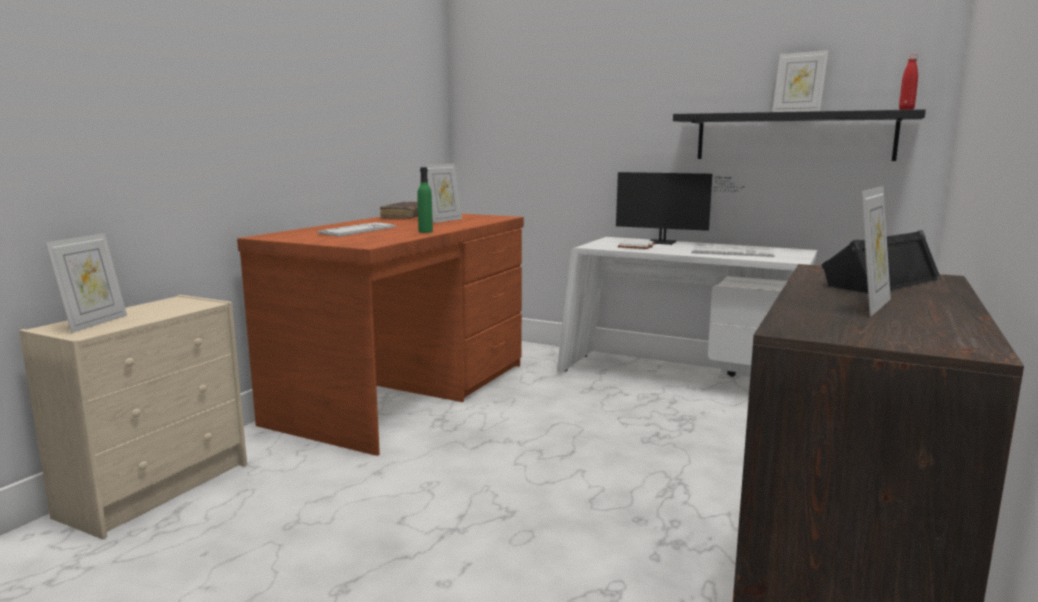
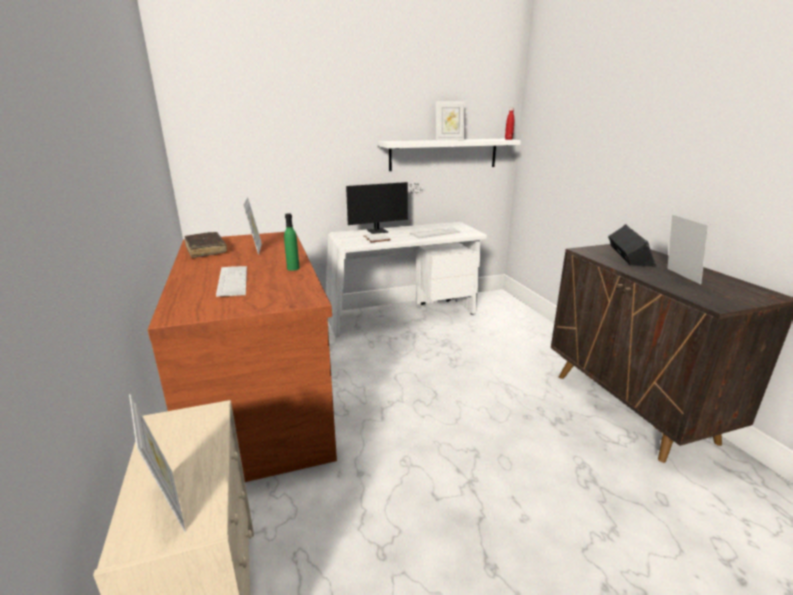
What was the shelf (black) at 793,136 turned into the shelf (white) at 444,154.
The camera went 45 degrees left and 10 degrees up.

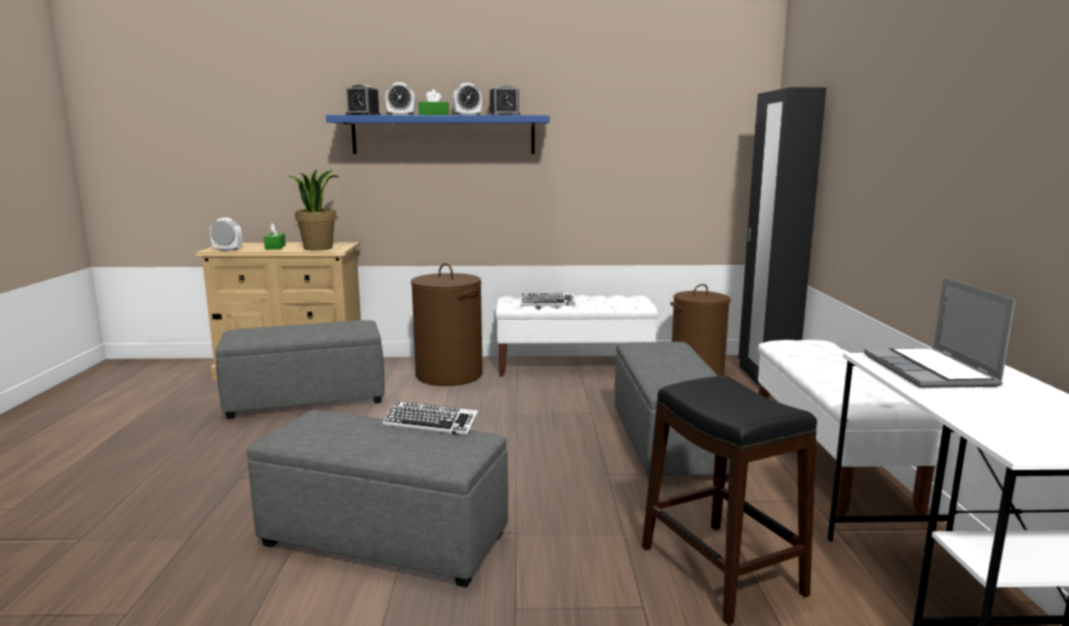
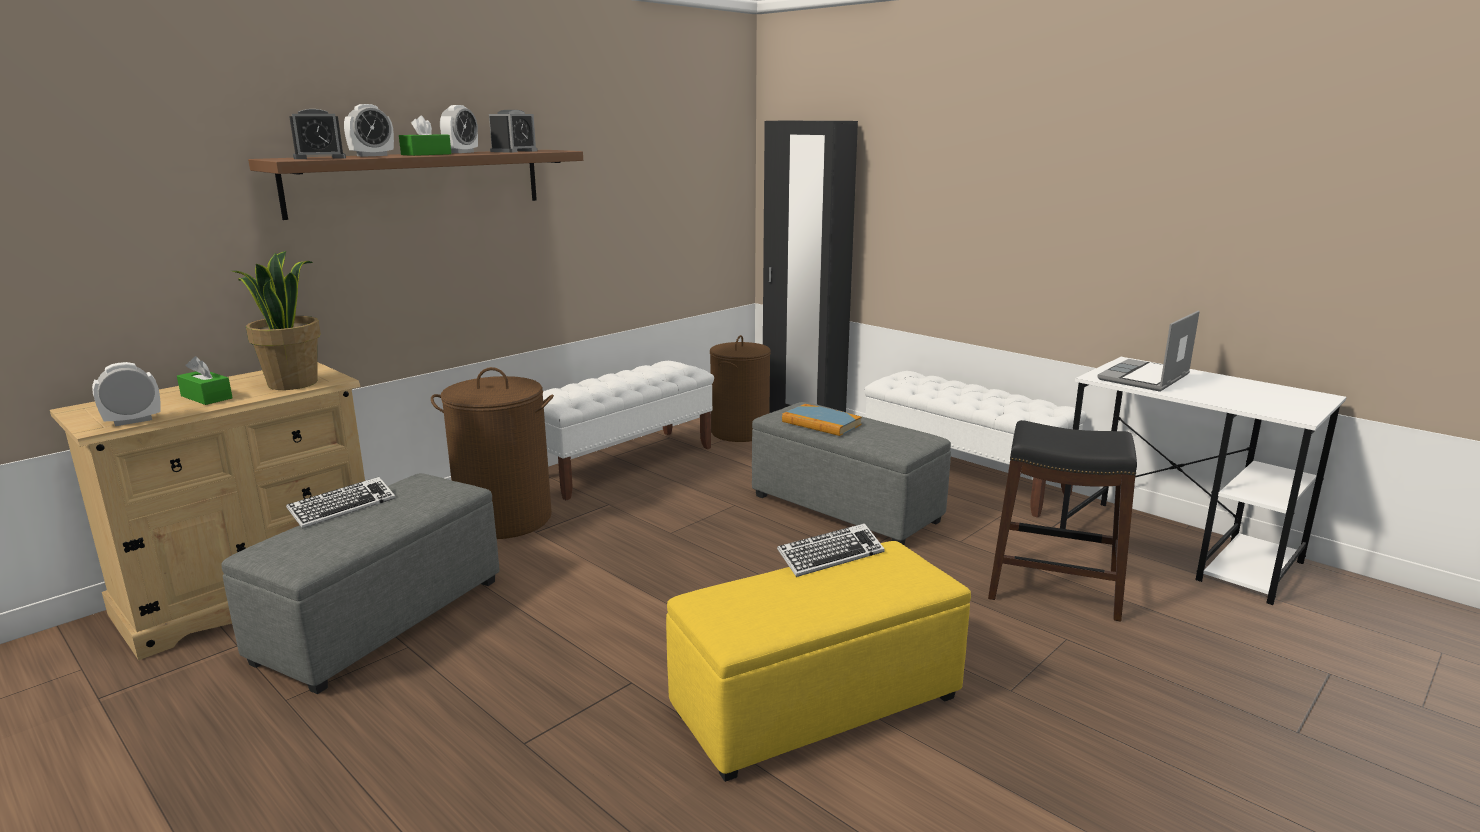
The second view gained the book at 821,423.
The keyboard ended up elsewhere, having gone from 548,303 to 343,508.
What was the ottoman (grey) at 386,540 turned into the ottoman (yellow) at 818,704.
What was the shelf (blue) at 443,135 turned into the shelf (brown) at 419,181.
The laptop at 931,371 ended up facing another way, 90 degrees clockwise from before.
The camera went 45 degrees left and 5 degrees up.

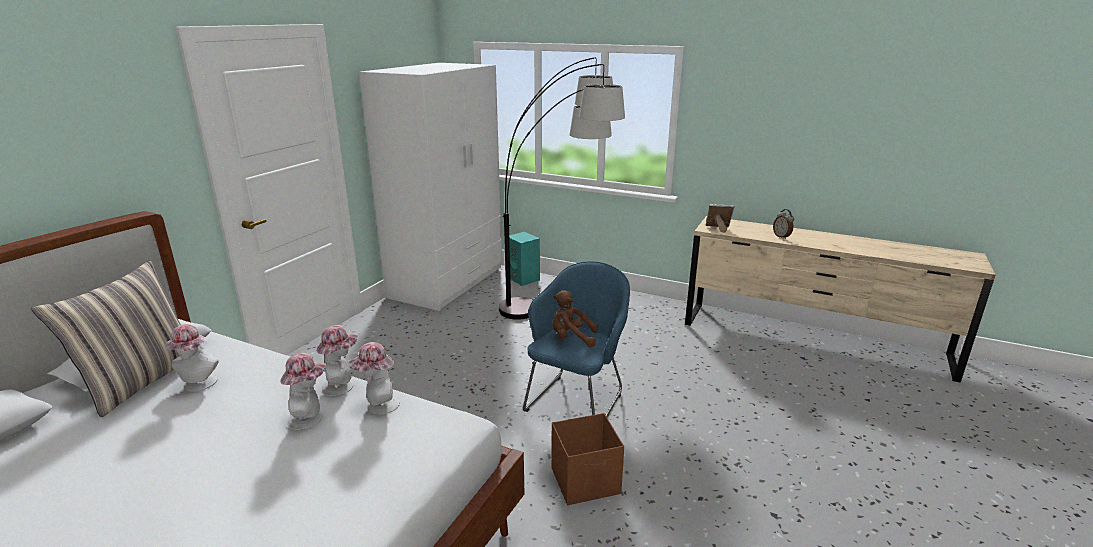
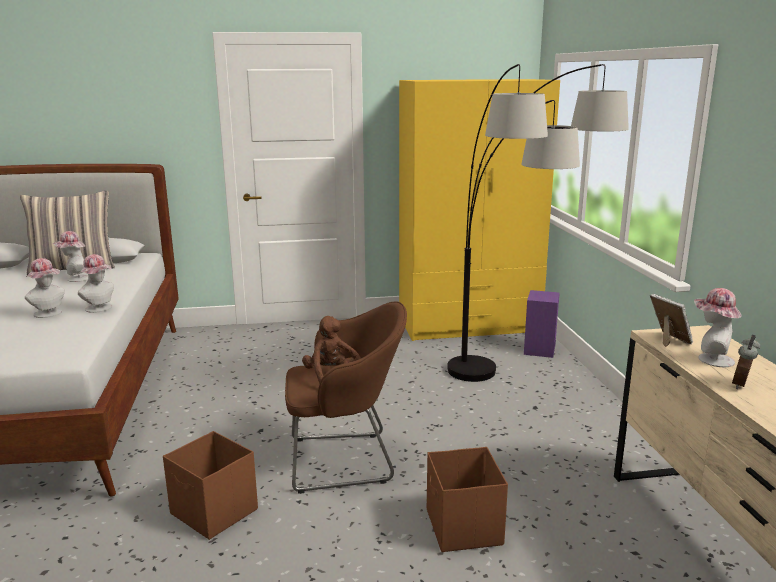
The second view gained the storage box (brown) at 463,528.
The hat ended up elsewhere, having gone from 379,406 to 711,359.
What was the wardrobe (white) at 448,282 turned into the wardrobe (yellow) at 468,324.
What was the speaker (turquoise) at 524,279 turned into the speaker (purple) at 540,350.
What was the armchair (blue) at 577,400 turned into the armchair (brown) at 346,460.
The camera went 55 degrees right and 5 degrees down.

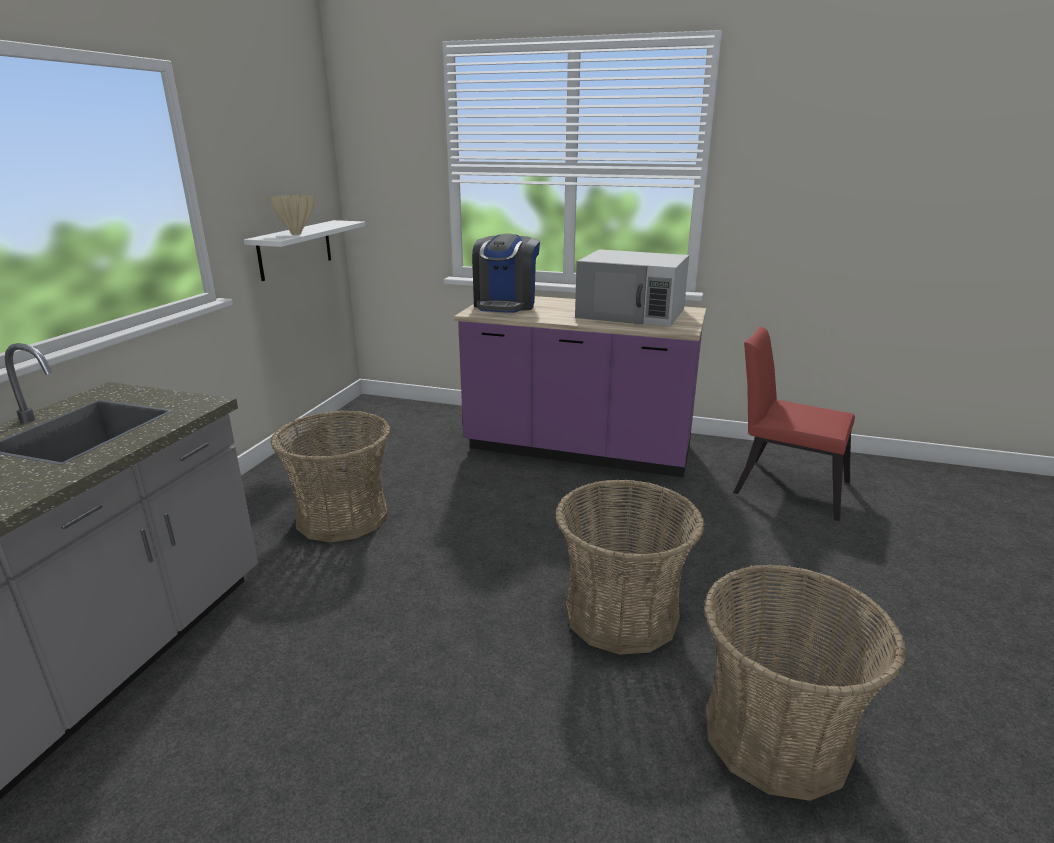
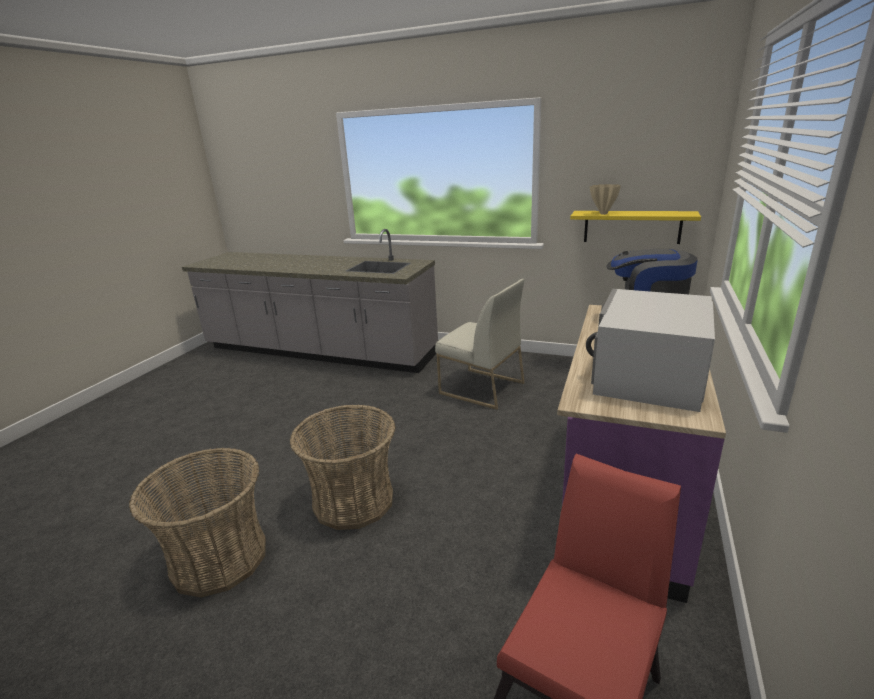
Where the basket stood at 342,516, the chair (white) came to stand at 481,388.
What was the shelf (white) at 295,249 turned into the shelf (yellow) at 632,227.
The camera went 95 degrees right and 0 degrees up.

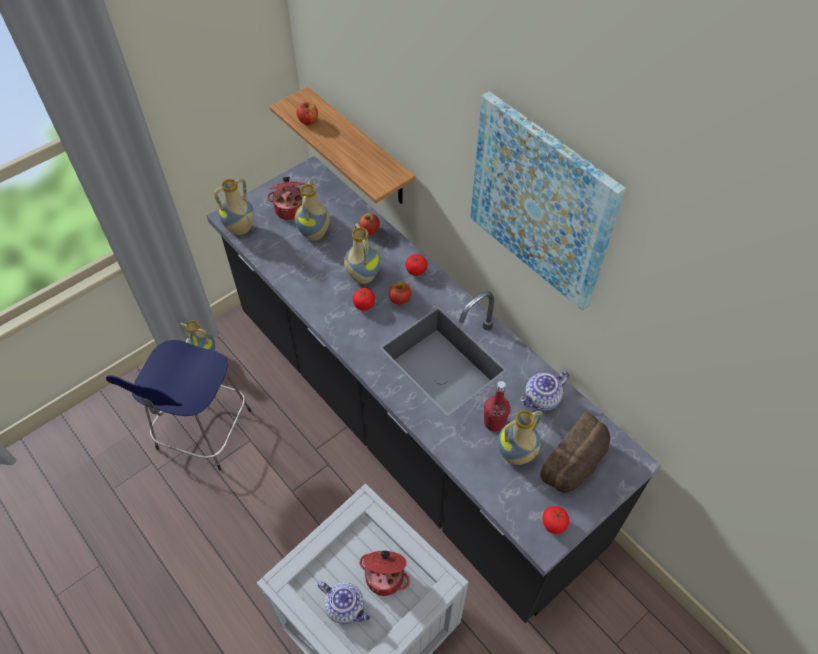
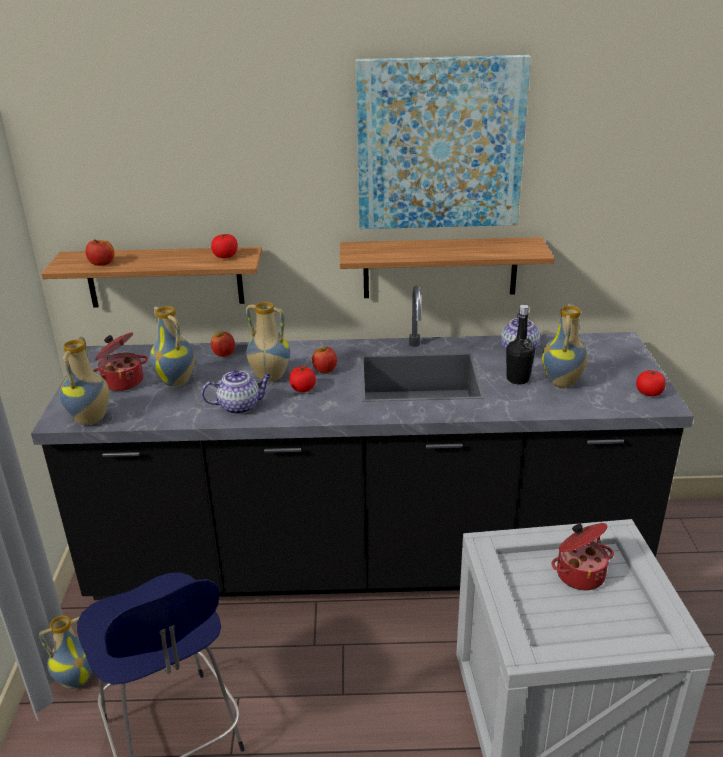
The second view lost the bread at 575,464.
The second view gained the shelf at 440,268.
The teapot ended up elsewhere, having gone from 346,607 to 240,406.
The tomato ended up elsewhere, having gone from 416,270 to 225,256.
What was the bottle (red) at 494,422 turned into the bottle (black) at 517,379.
The camera went 50 degrees left and 25 degrees down.

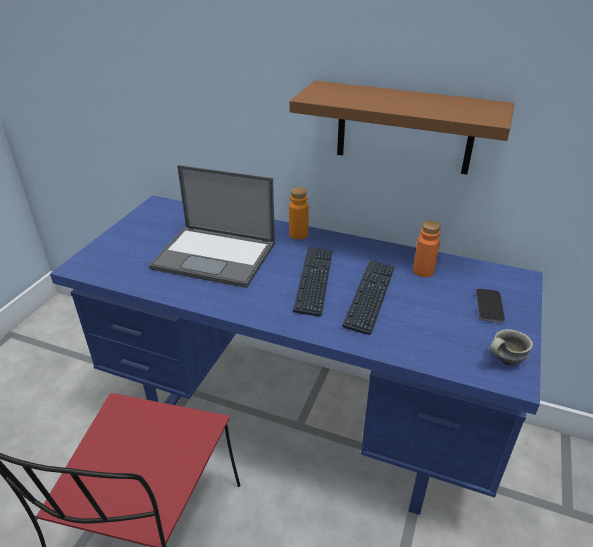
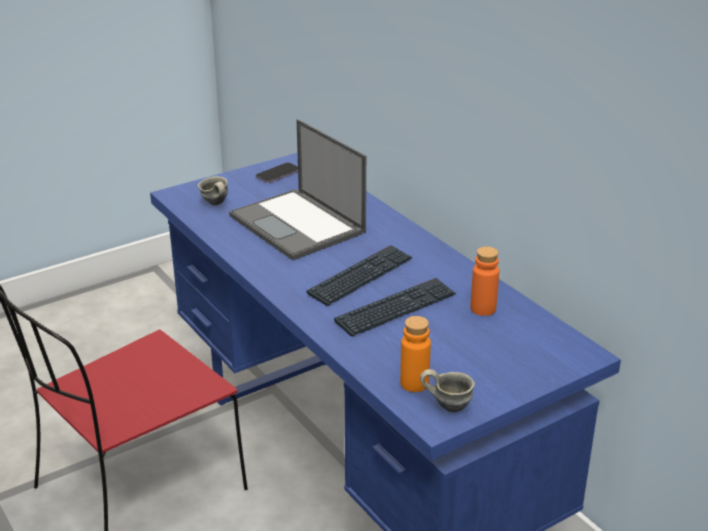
The second view lost the shelf (brown) at 404,128.
The second view gained the mug (grey) at 214,204.
The bottle (orange) ended up elsewhere, having gone from 298,234 to 414,383.
The phone ended up elsewhere, having gone from 489,307 to 278,174.
The camera went 35 degrees right and 5 degrees down.

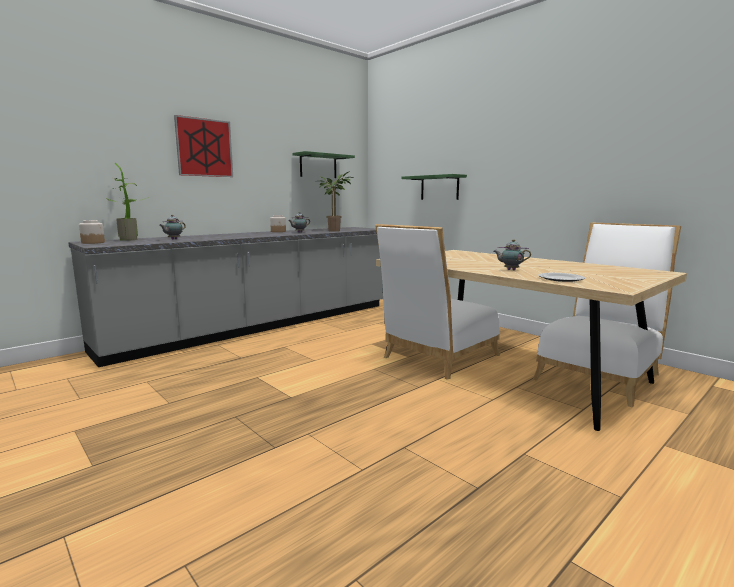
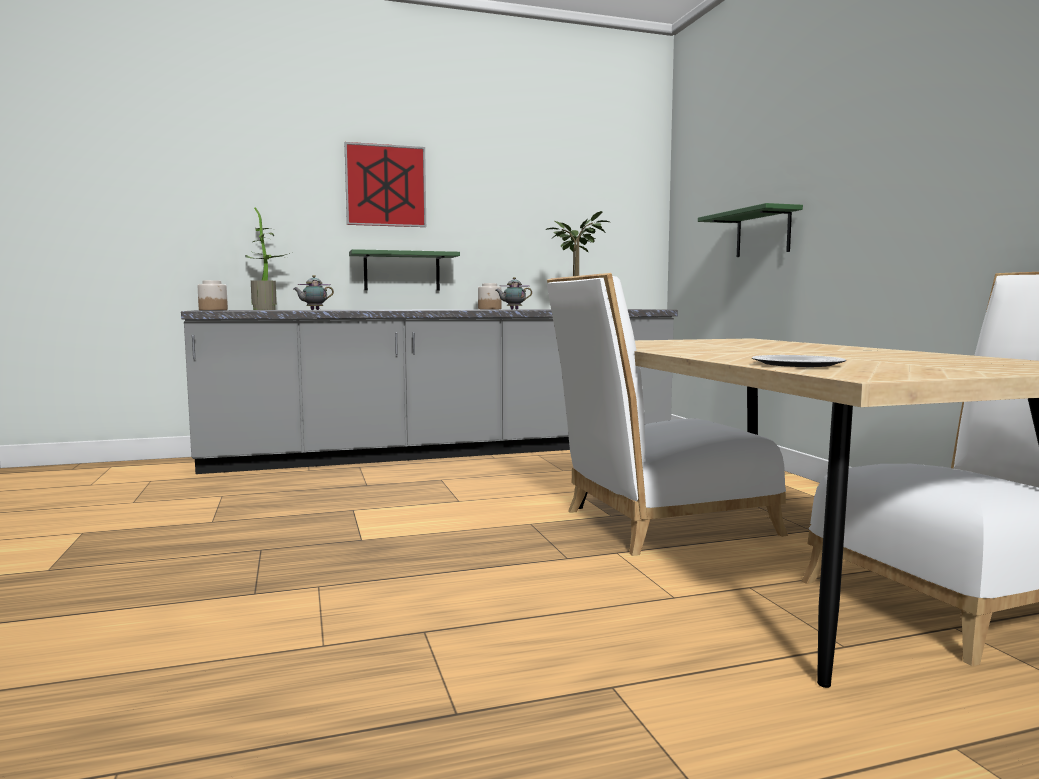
The second view lost the teapot at 510,270.
The shelf (green) ended up elsewhere, having gone from 318,166 to 402,271.
The camera went 25 degrees right and 5 degrees down.

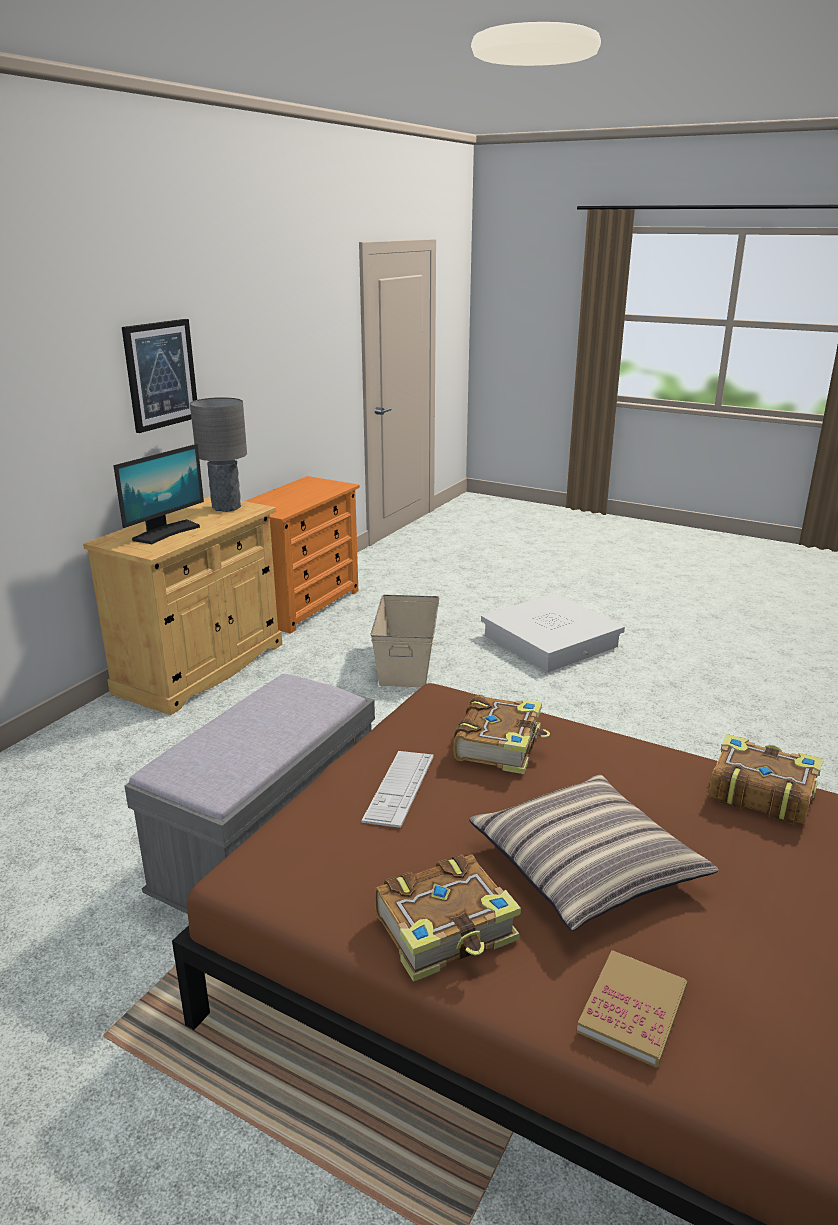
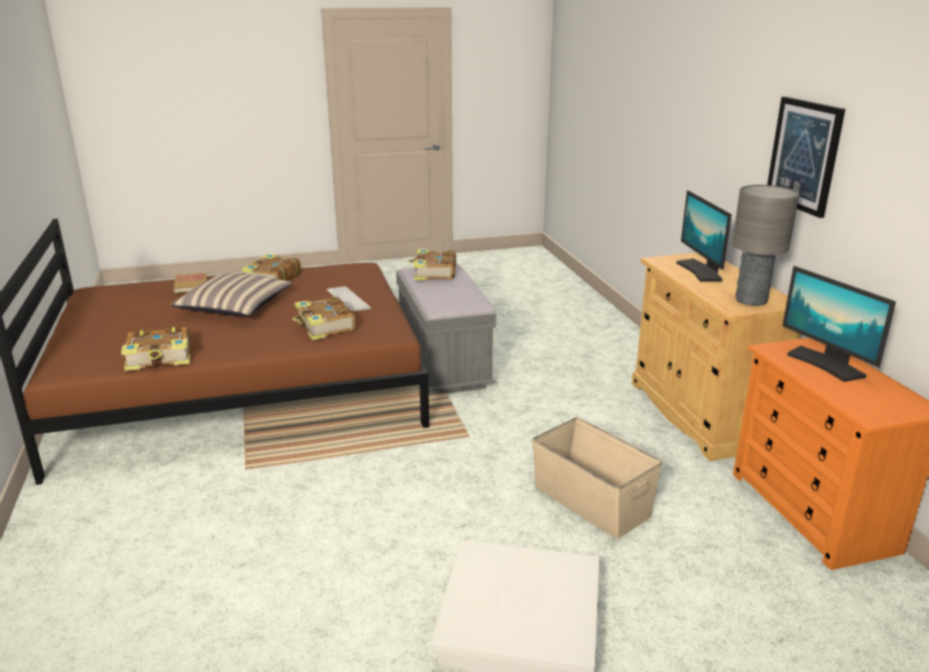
The second view gained the book at 434,273.
The second view gained the monitor at 826,364.
The camera went 135 degrees right and 0 degrees up.

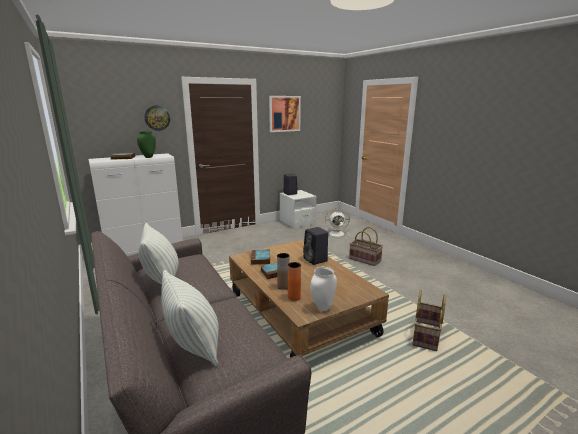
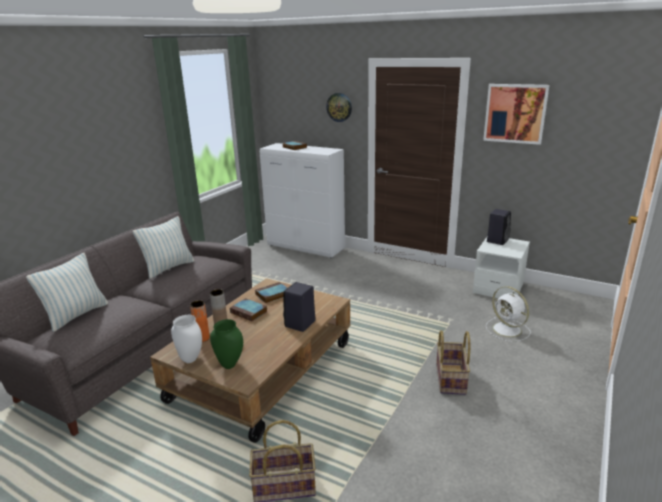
The vase (green) ended up elsewhere, having gone from 148,157 to 230,364.
The camera went 60 degrees right and 5 degrees up.

